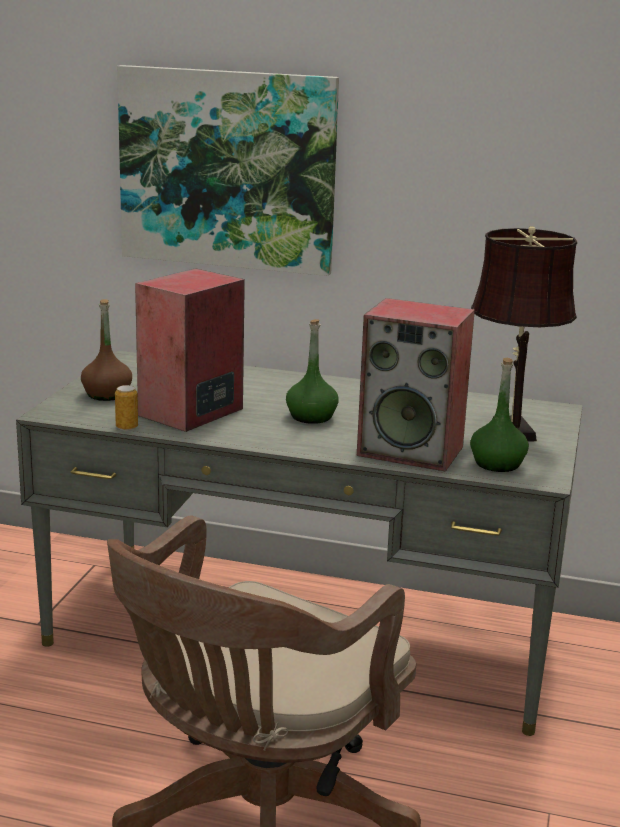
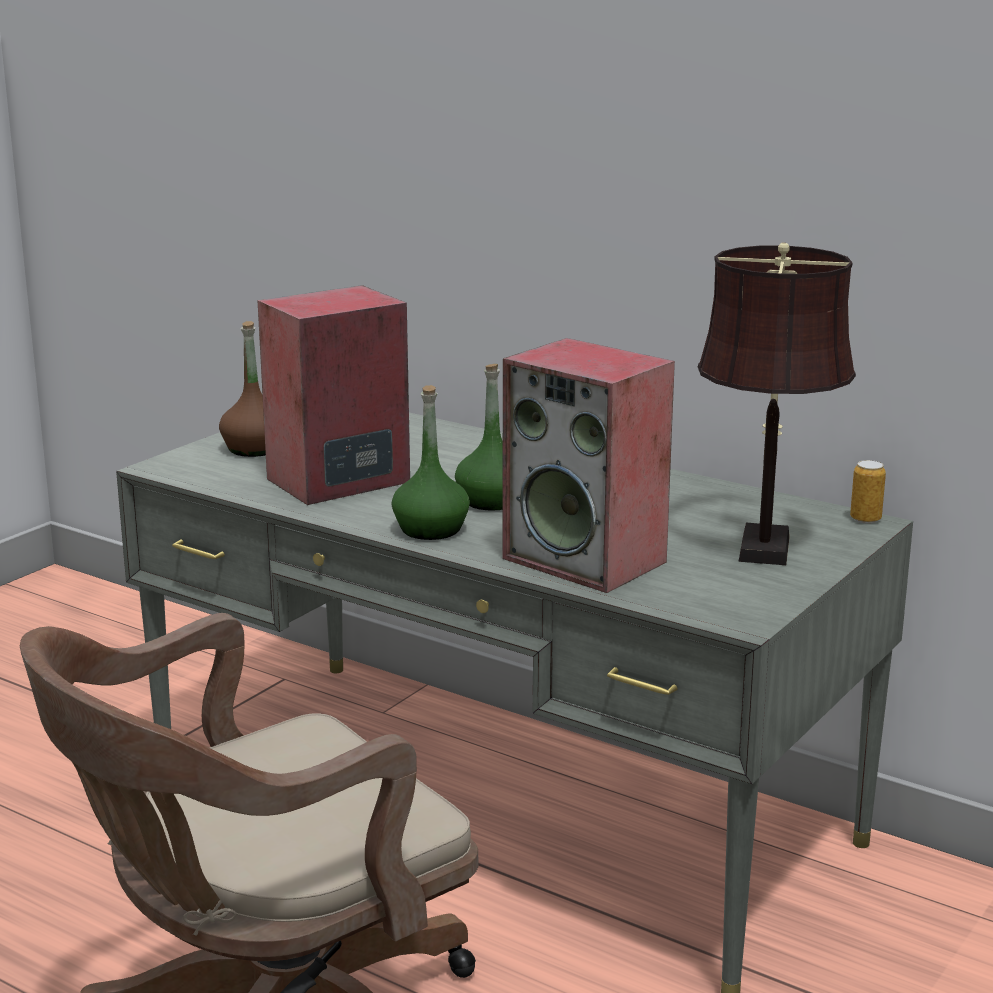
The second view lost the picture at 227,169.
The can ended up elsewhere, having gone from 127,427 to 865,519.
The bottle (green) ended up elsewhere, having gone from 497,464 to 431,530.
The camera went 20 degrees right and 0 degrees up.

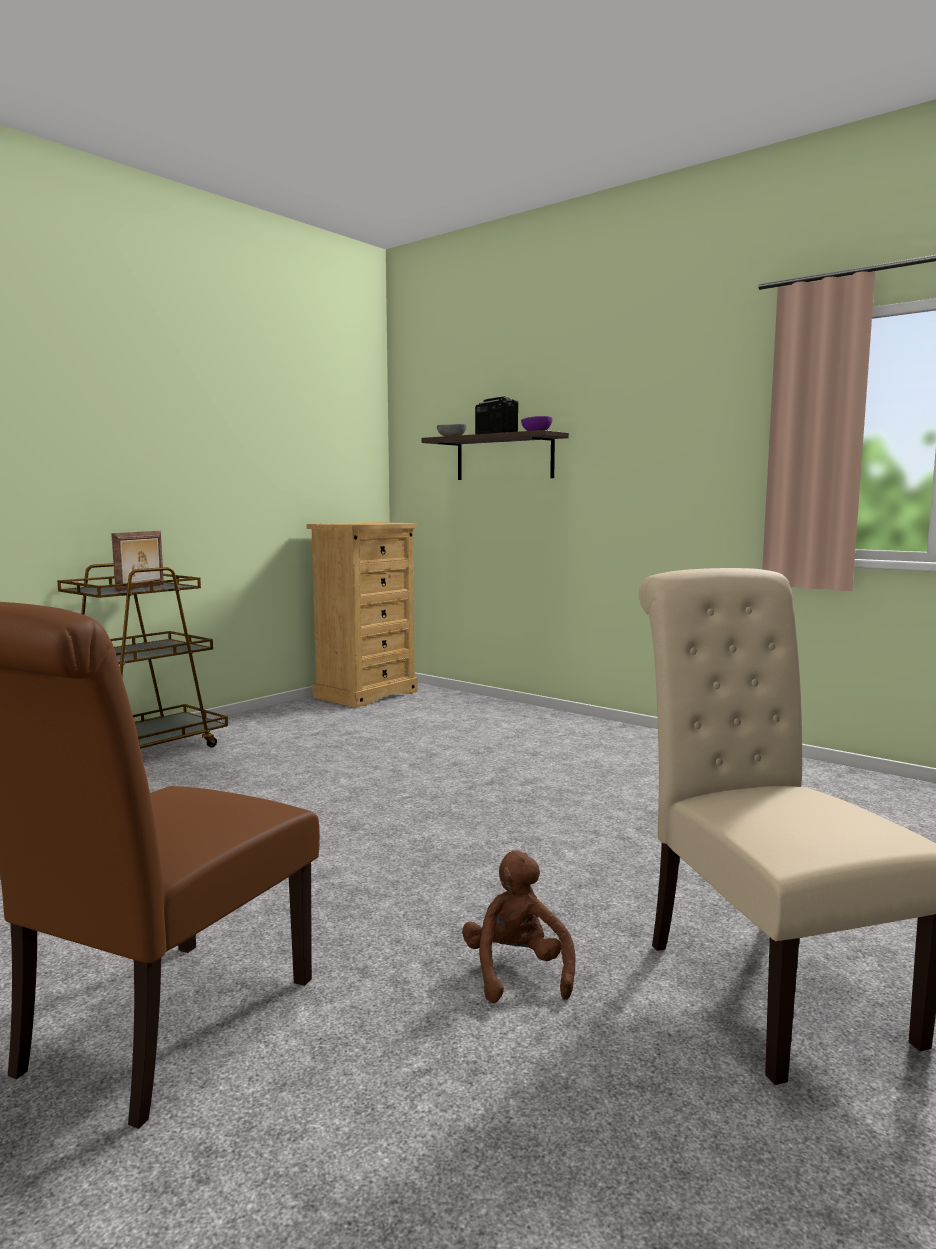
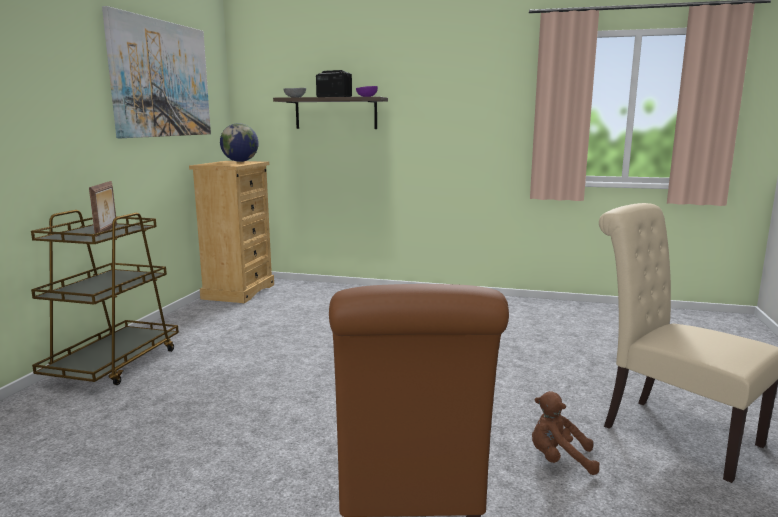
The second view gained the picture at 161,79.
The second view gained the globe at 240,161.
The plush toy (brown) at 517,972 ended up facing another way, 45 degrees counterclockwise from before.
The camera went 25 degrees left and 5 degrees up.

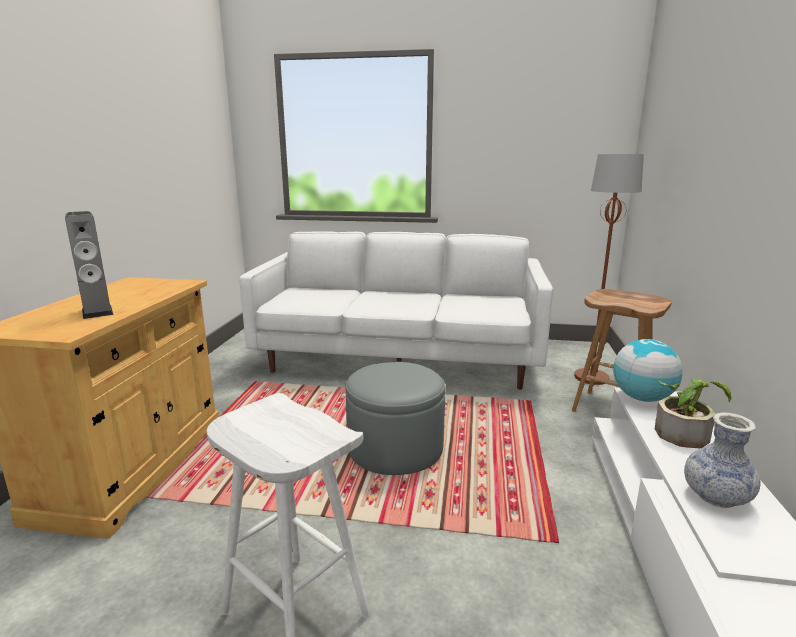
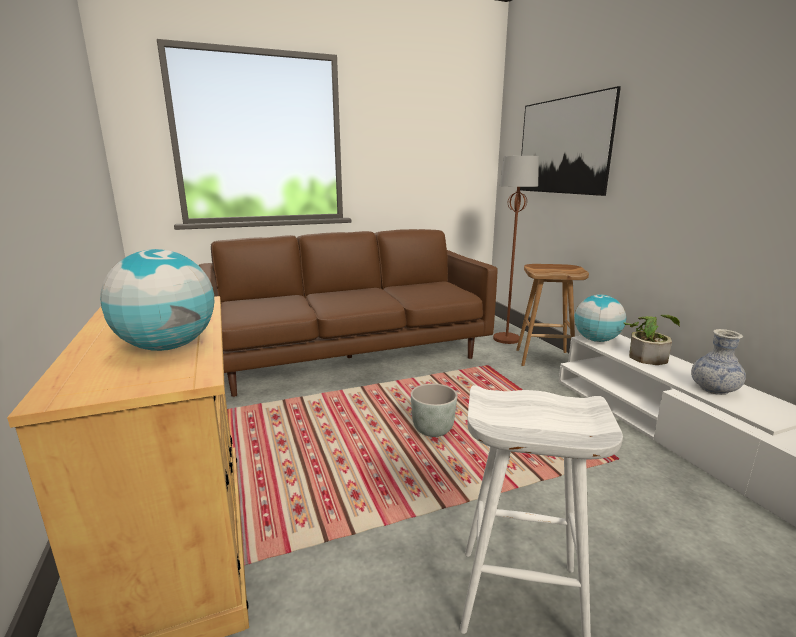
The second view gained the picture at 562,146.
Where the speaker stood at 97,312, the globe came to stand at 167,347.
Where the ottoman (grey) stood at 395,448, the planter (grey) came to stand at 433,430.
What was the sofa (white) at 400,361 turned into the sofa (brown) at 350,357.
The camera went 30 degrees left and 0 degrees up.

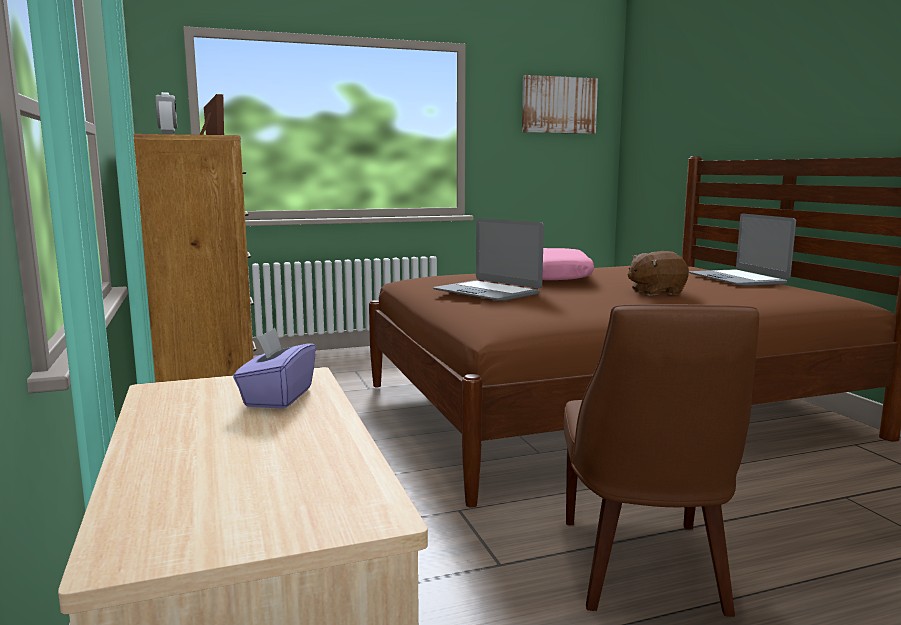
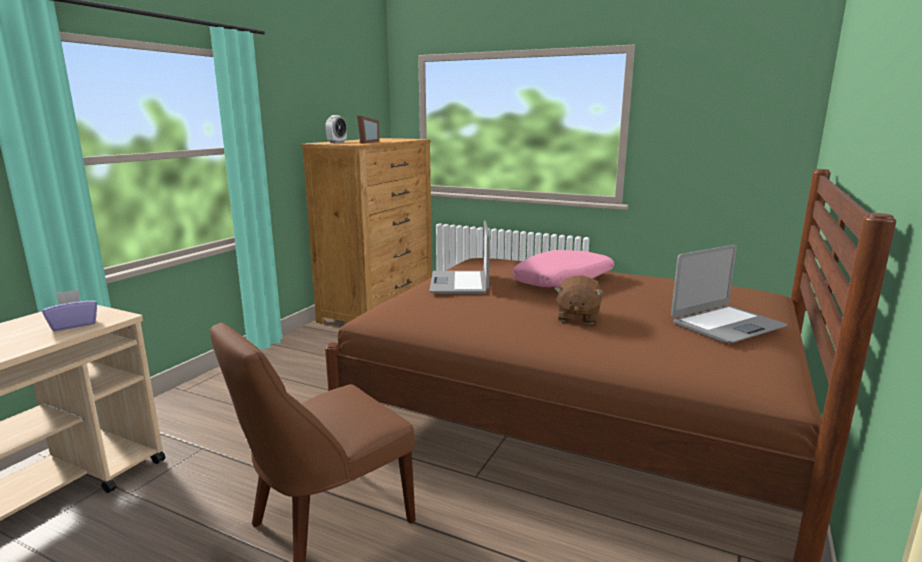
The second view lost the picture at 559,105.
The plush toy (brown) at 656,292 ended up facing another way, 105 degrees counterclockwise from before.
The laptop at 738,279 ended up facing another way, 150 degrees counterclockwise from before.
The camera went 45 degrees right and 5 degrees up.

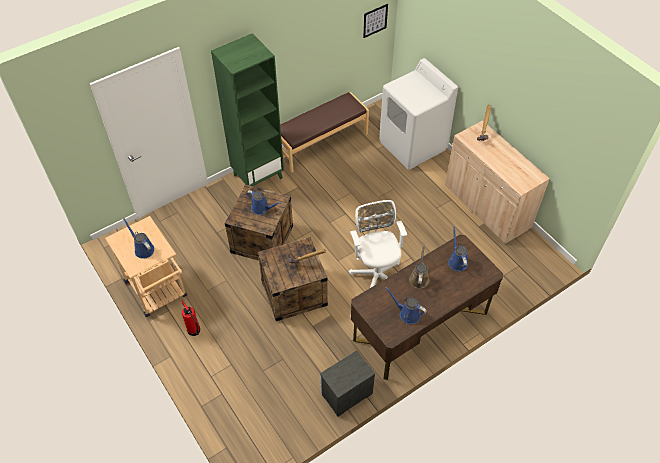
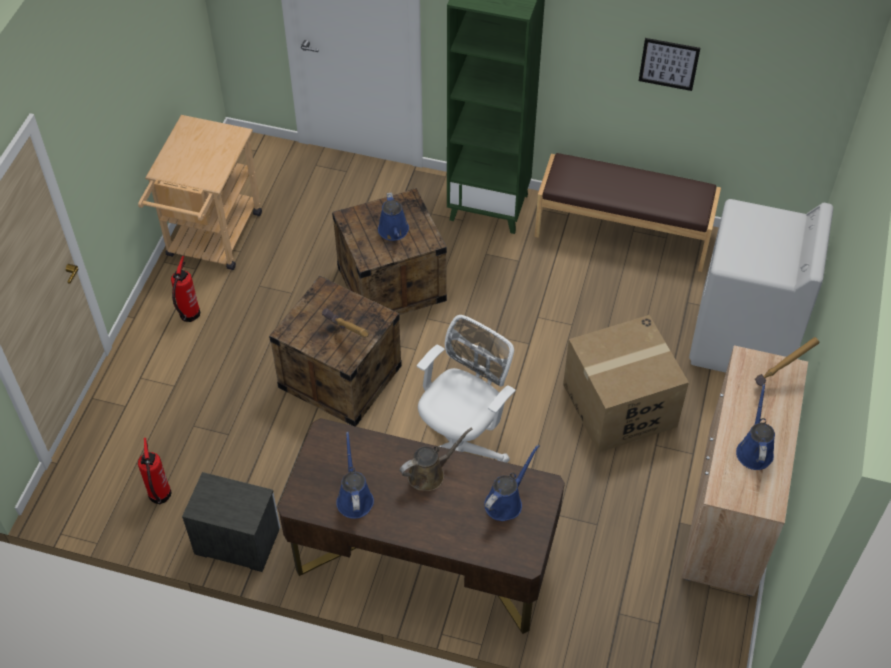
The second view gained the fire extinguisher at 159,496.
The second view gained the cardboard box at 619,406.
The watering can (blue) ended up elsewhere, having gone from 143,249 to 754,450.
The picture ended up elsewhere, having gone from 375,20 to 669,64.
The camera went 50 degrees right and 0 degrees up.

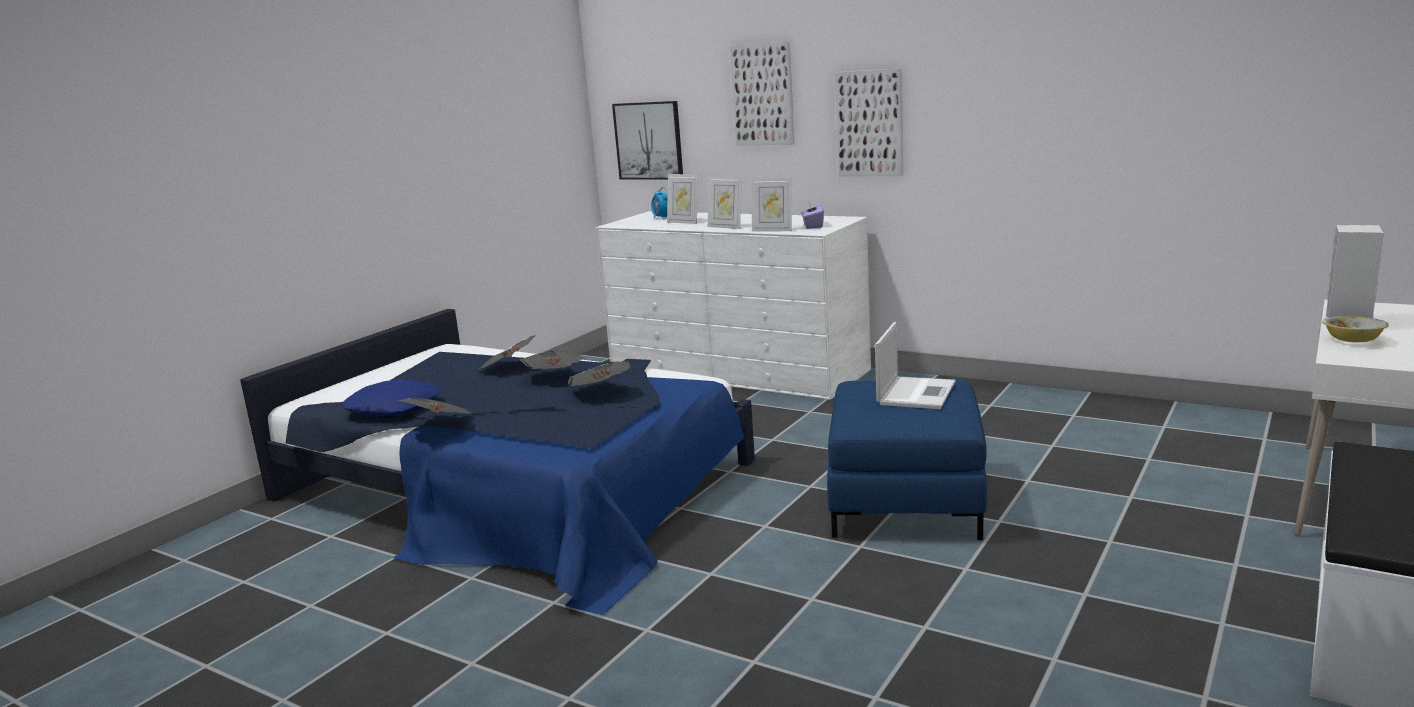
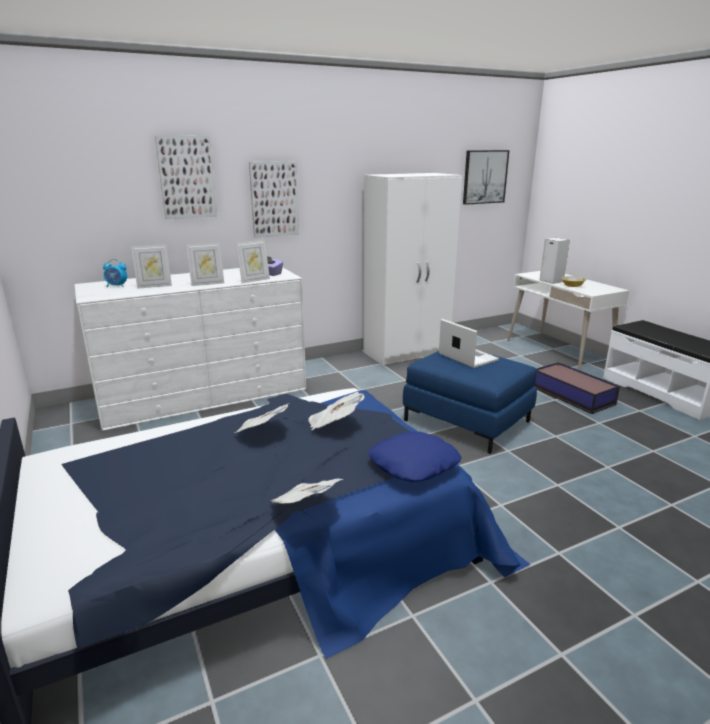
The second view lost the newspaper at 509,368.
The second view gained the wardrobe (white) at 407,352.
The second view gained the storage box at 571,395.
The pillow (blue) ended up elsewhere, having gone from 394,408 to 413,463.
The picture ended up elsewhere, having gone from 649,140 to 484,177.
The camera went 60 degrees left and 5 degrees up.

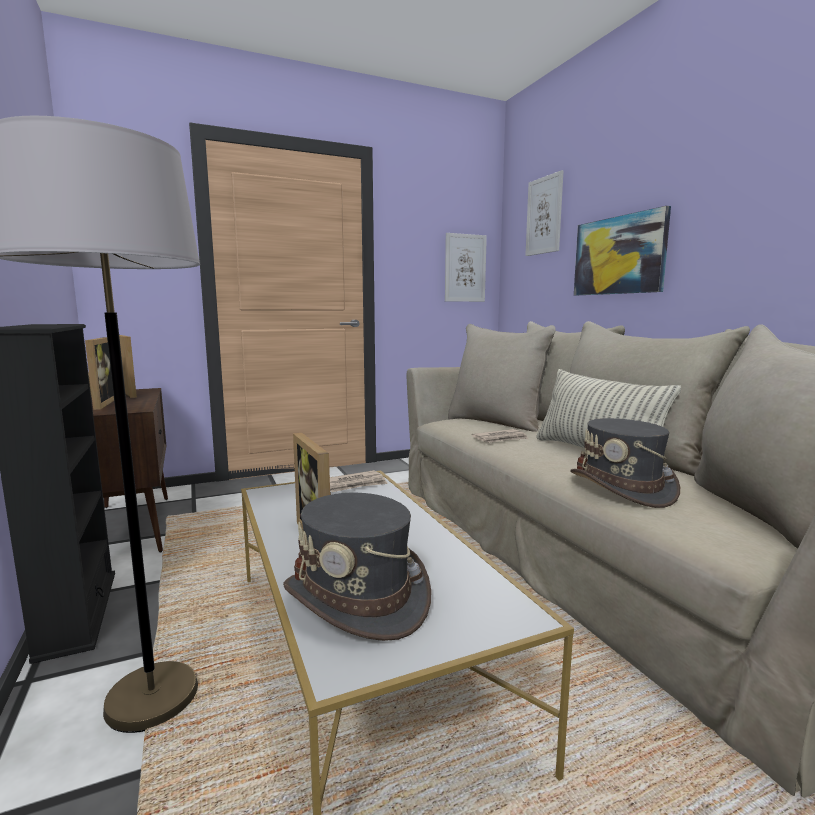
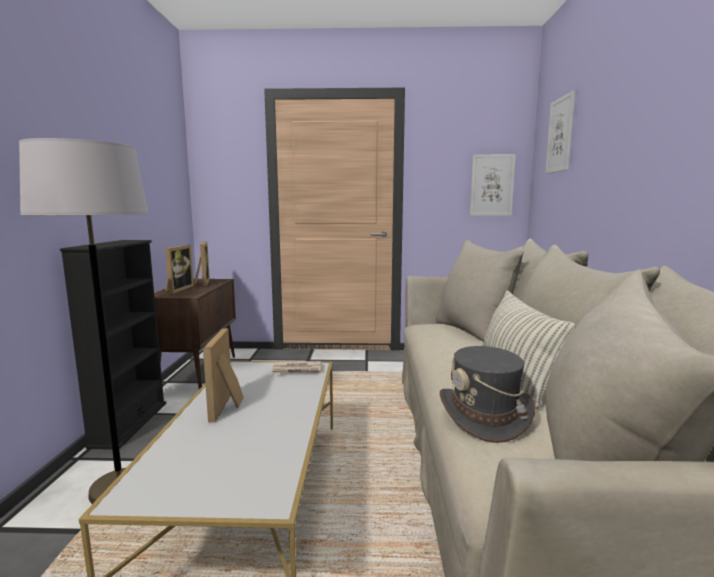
The second view lost the hat (grey) at 358,598.
The second view lost the newspaper at 500,439.
The second view lost the picture at 619,255.
The camera went 25 degrees right and 0 degrees up.

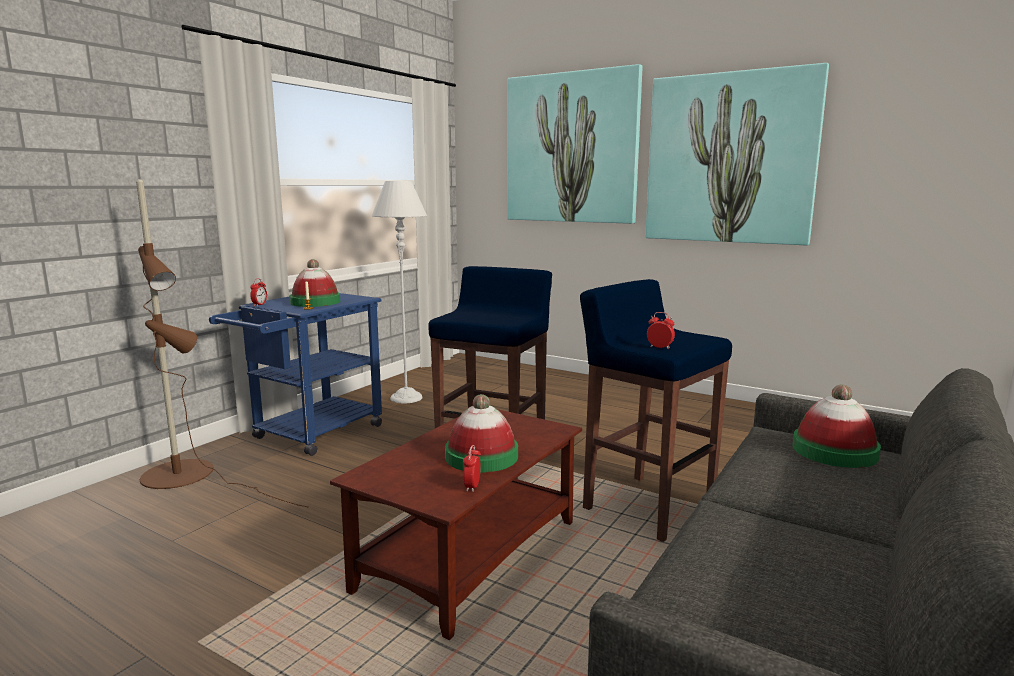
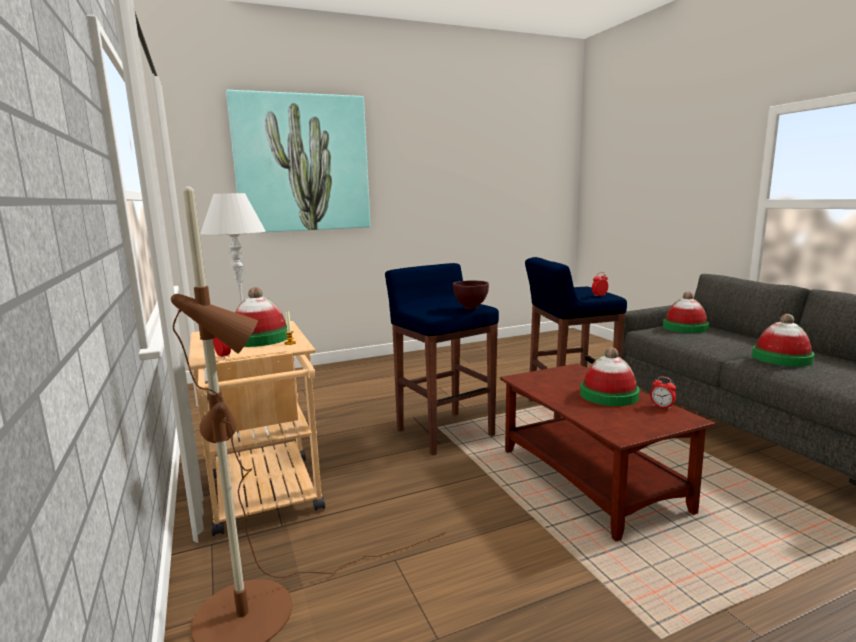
The second view lost the picture at 730,159.
The second view gained the bowl (brown) at 470,308.
The second view gained the hat at 781,358.
What was the cart (blue) at 310,435 turned into the cart (beige) at 266,499.
The camera went 55 degrees left and 0 degrees up.

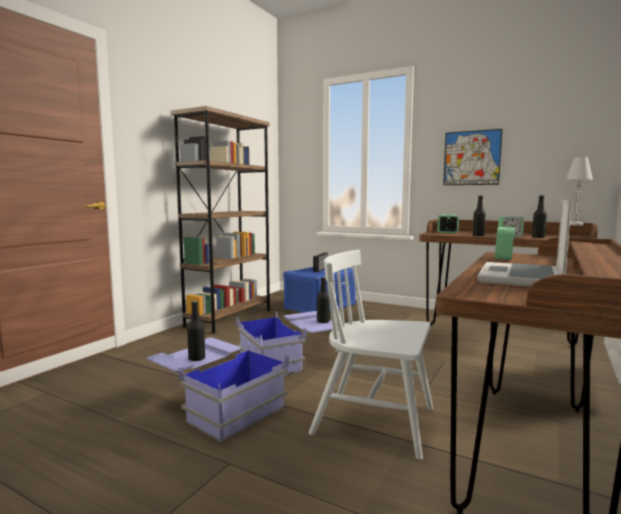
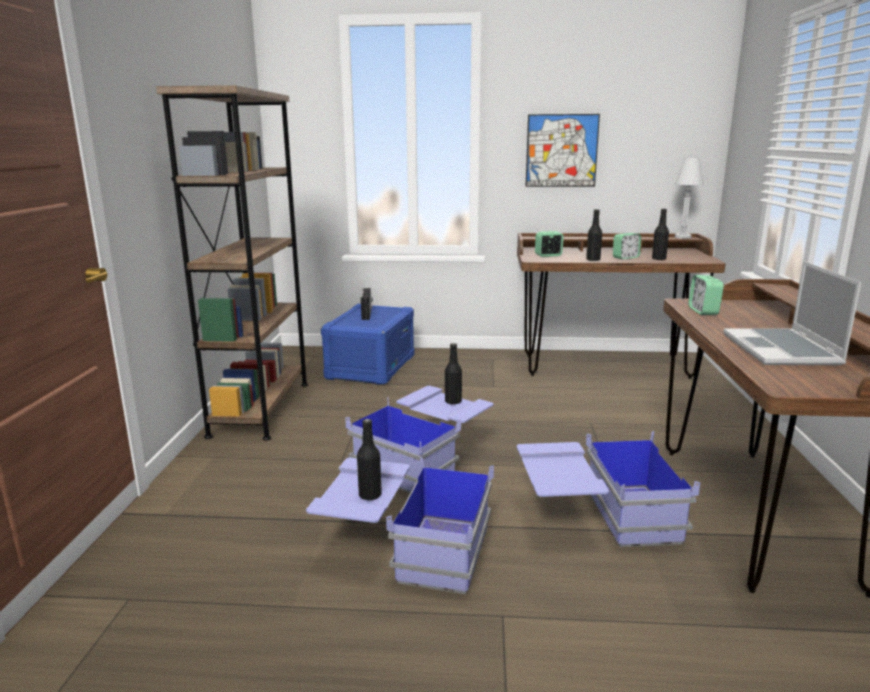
Where the chair (white) stood at 375,421, the storage box (blue) came to stand at 596,518.
The camera went 25 degrees left and 10 degrees up.

